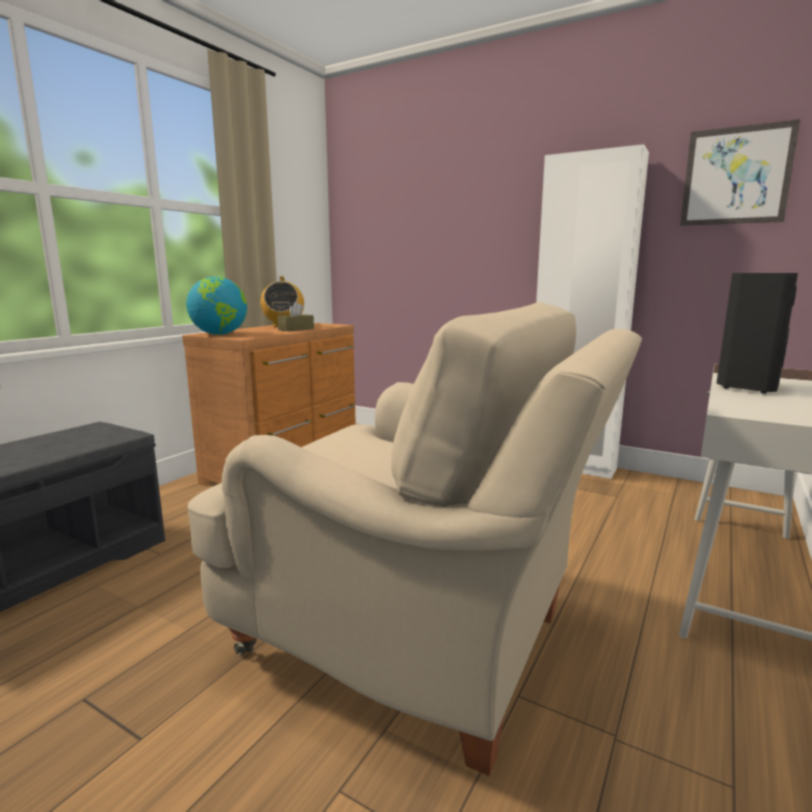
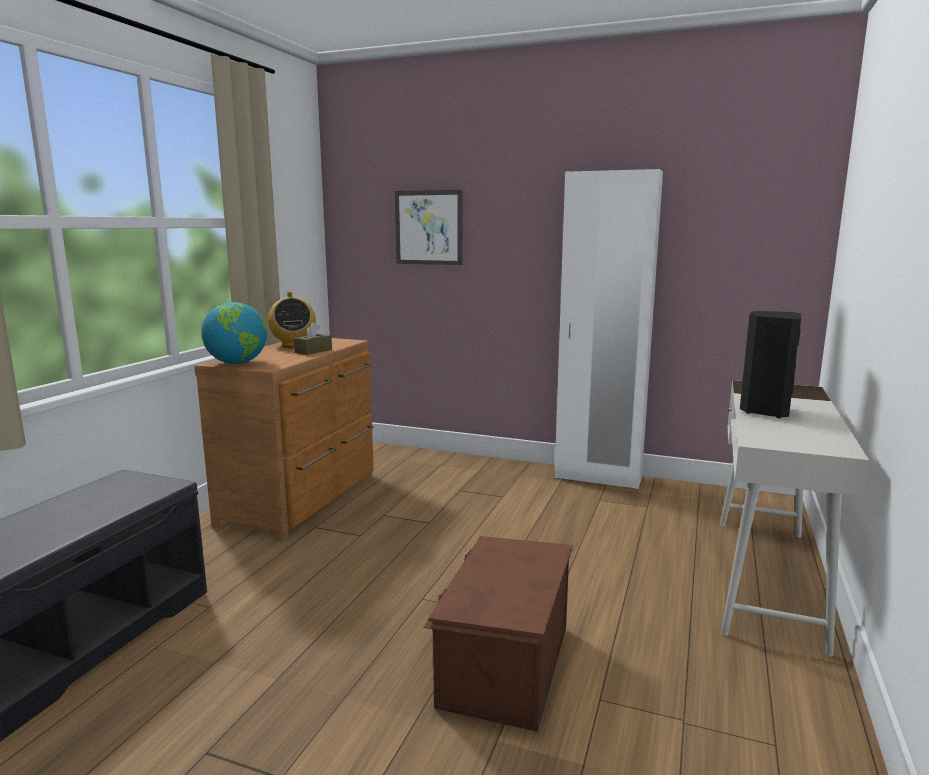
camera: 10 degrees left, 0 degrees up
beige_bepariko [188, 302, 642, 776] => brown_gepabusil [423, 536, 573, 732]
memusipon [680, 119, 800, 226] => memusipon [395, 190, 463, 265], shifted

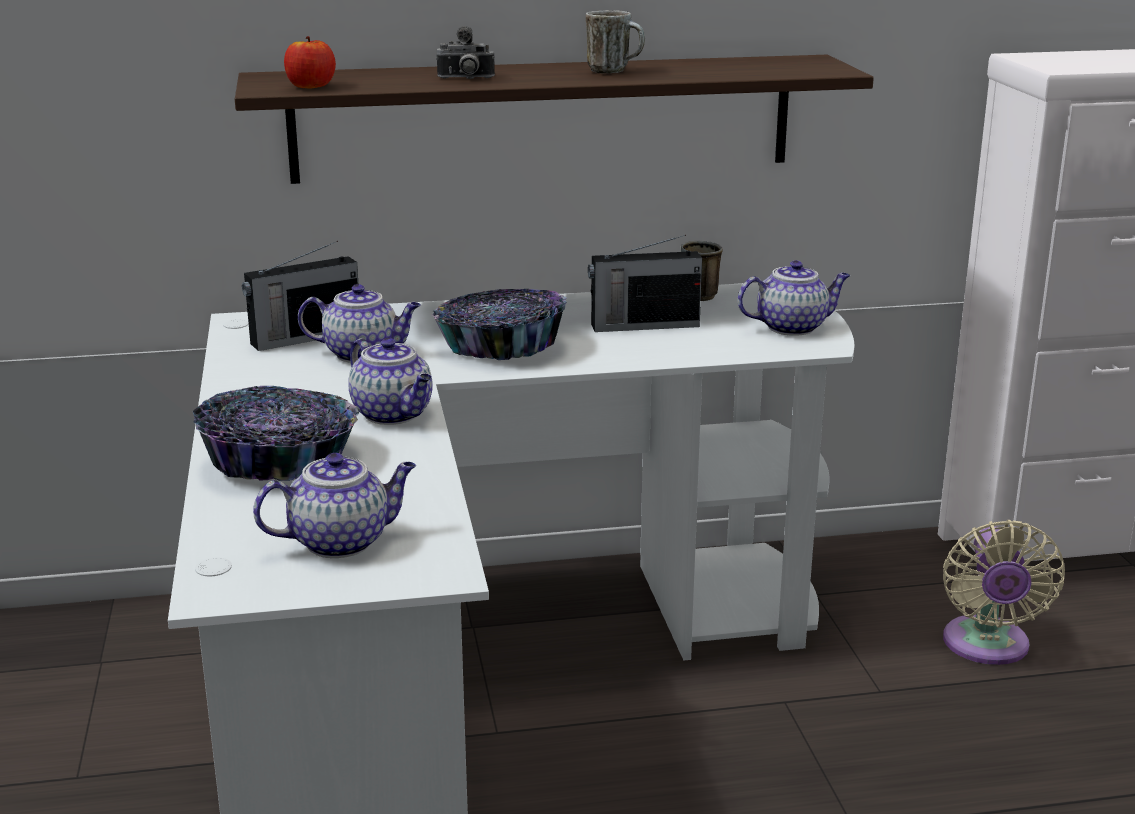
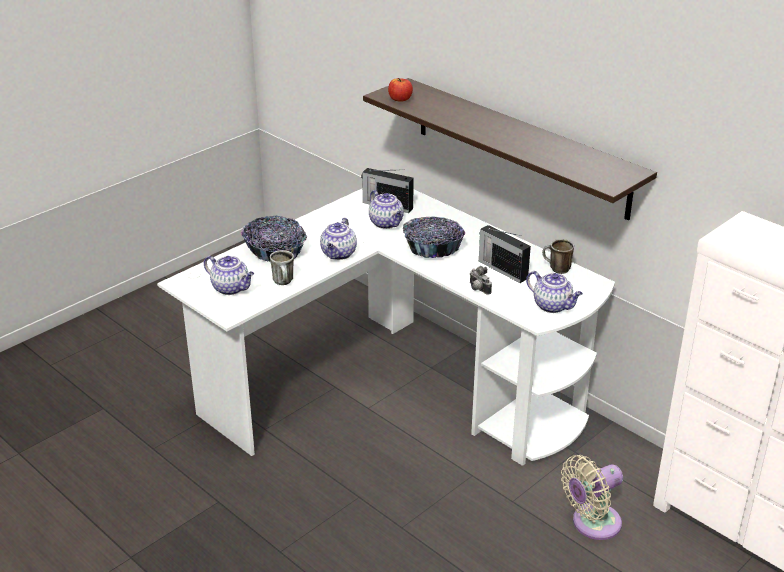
camera: 55 degrees right, 10 degrees up
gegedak [436, 26, 495, 79] => gegedak [470, 266, 492, 295], shifted
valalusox [586, 10, 645, 73] => valalusox [270, 250, 294, 285], shifted

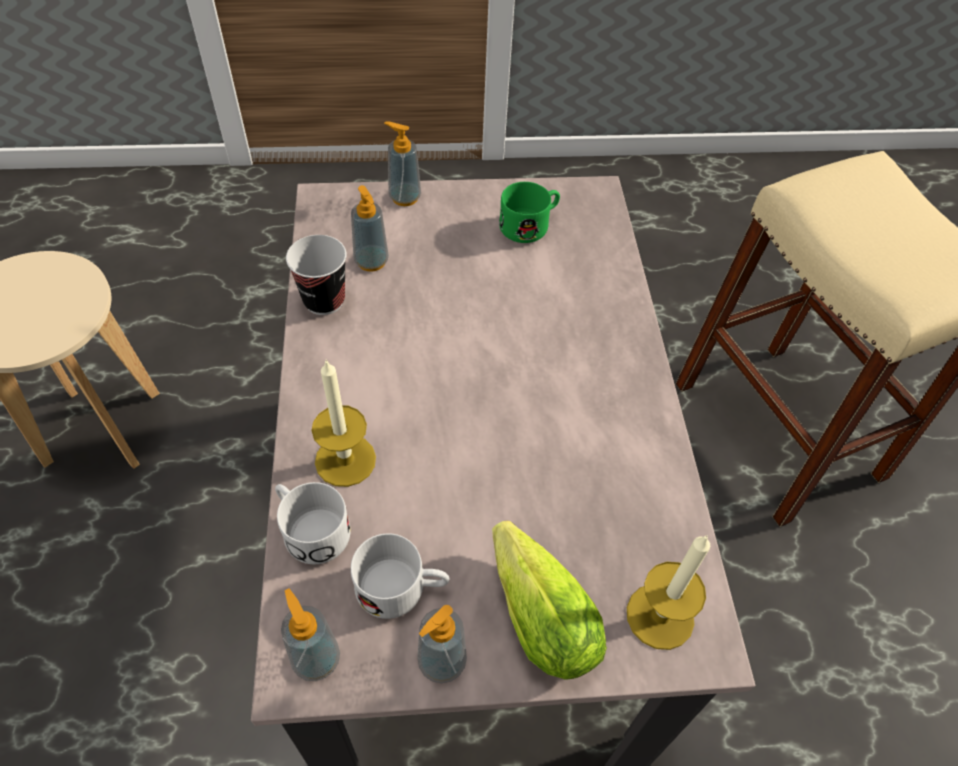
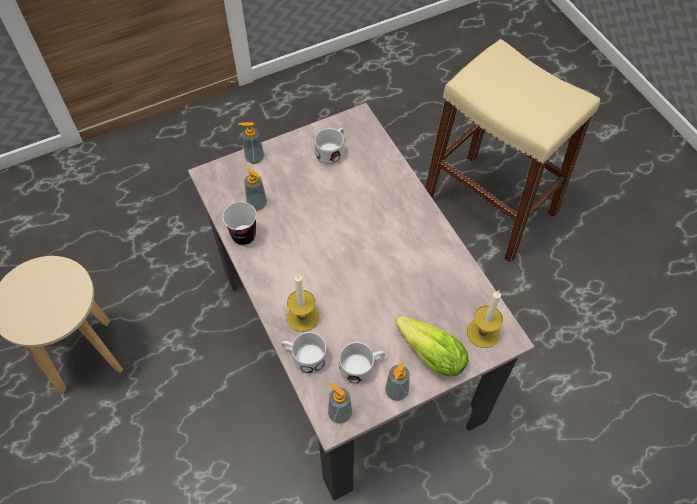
camera: 20 degrees left, 5 degrees up
green_valalusox [499, 182, 560, 243] => white_valalusox [315, 128, 344, 164]

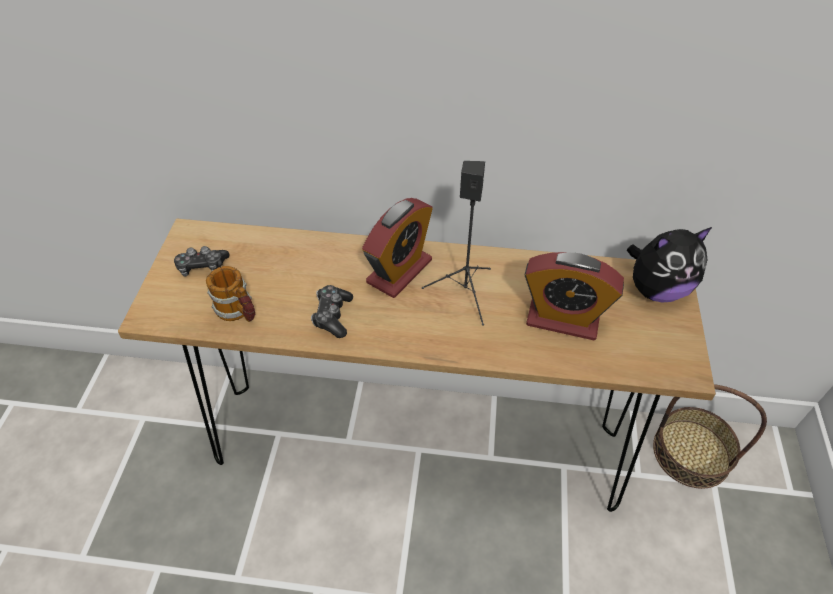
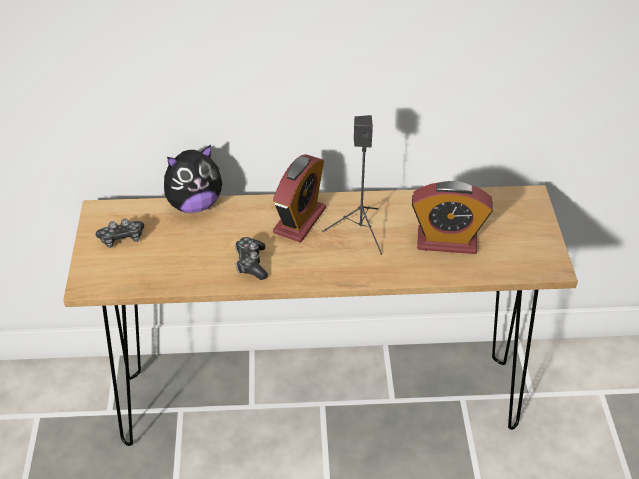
camera: 10 degrees left, 5 degrees down
valalusox [206, 266, 255, 322] => nothing
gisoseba [627, 227, 712, 302] => gisoseba [164, 145, 222, 213], shifted
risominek [653, 384, 767, 489] => nothing

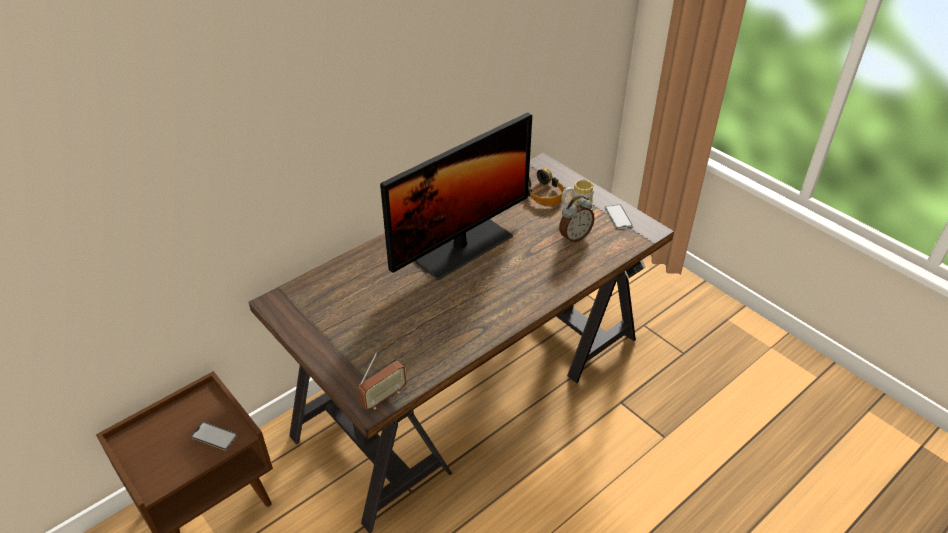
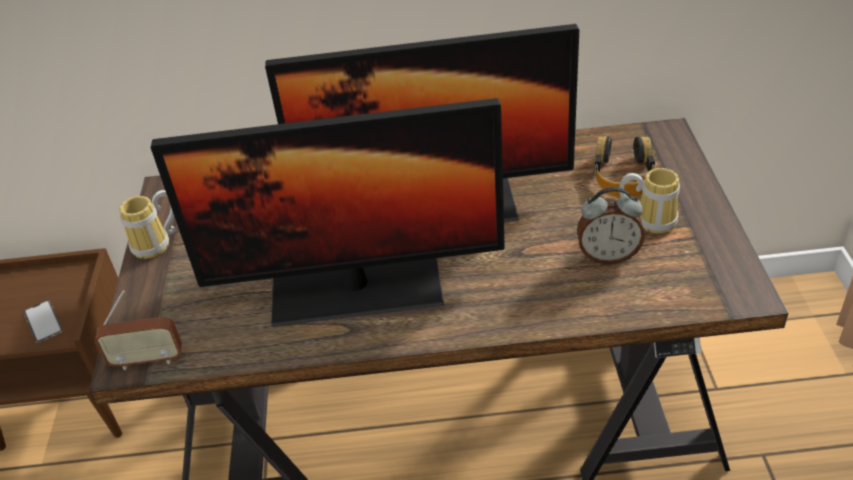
camera: 40 degrees right, 0 degrees up
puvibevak [605, 205, 633, 229] => nothing
nothing => valalusox [119, 190, 176, 259]
nothing => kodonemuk [151, 98, 505, 327]

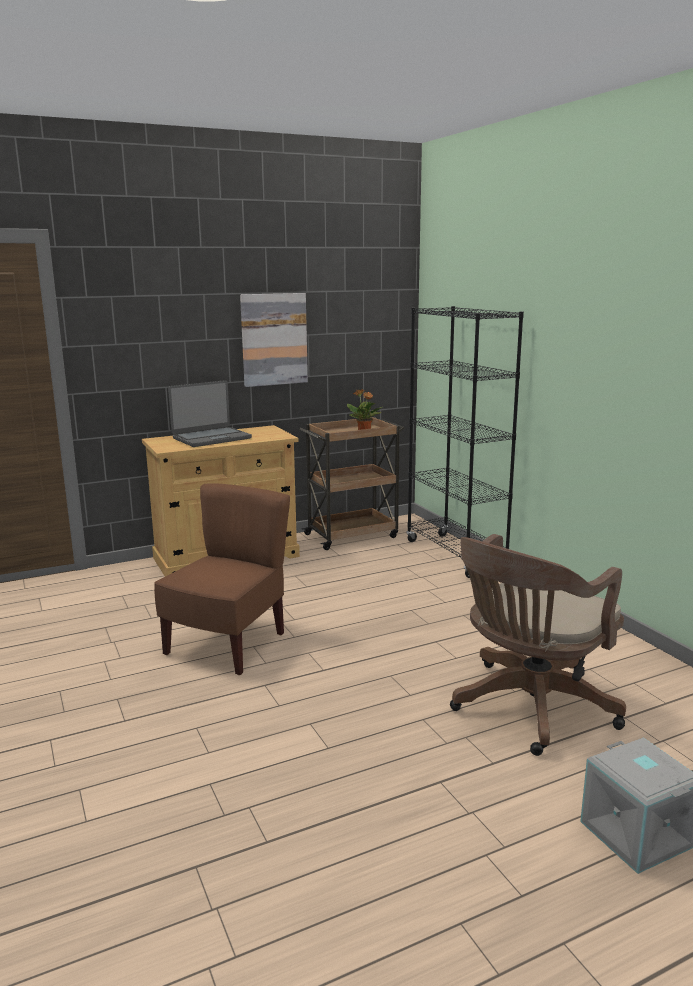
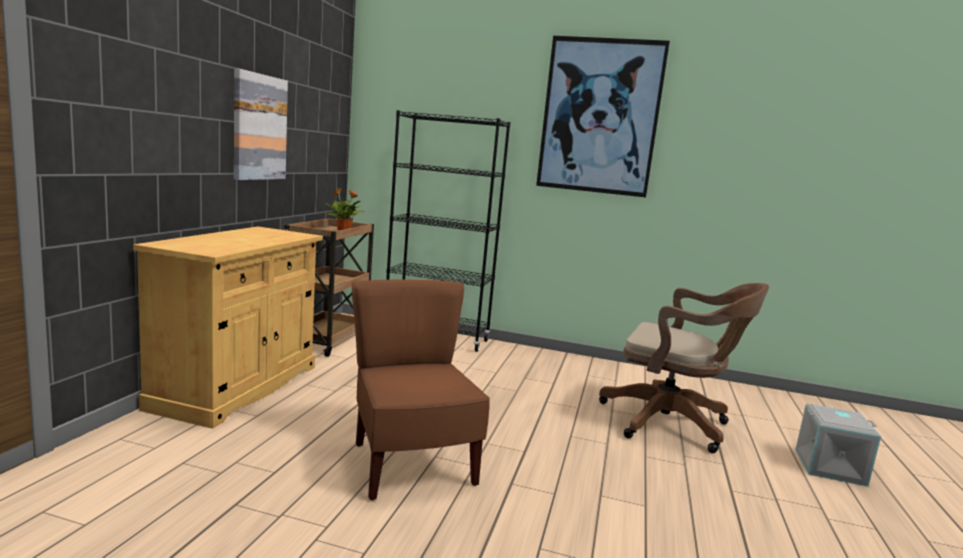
camera: 50 degrees left, 5 degrees down
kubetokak [168, 380, 252, 447] => nothing
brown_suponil [450, 534, 626, 756] => brown_suponil [599, 283, 769, 453], 60 degrees counterclockwise
nothing => memusipon [536, 36, 670, 197]

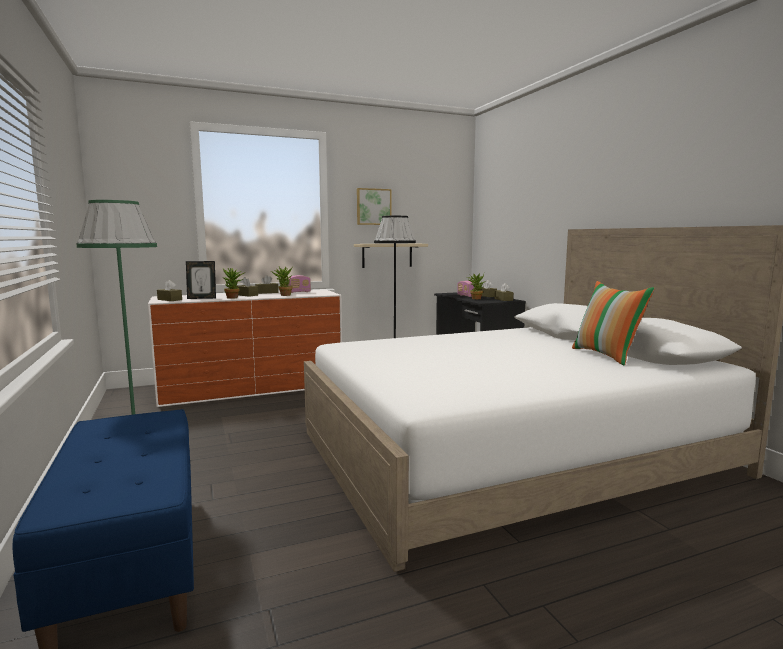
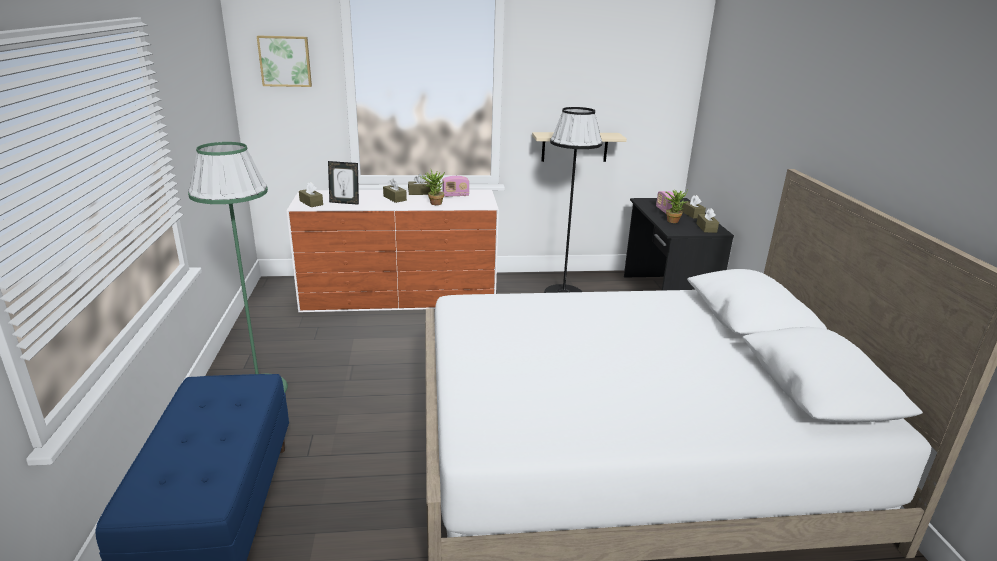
camera: 15 degrees right, 15 degrees up
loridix [223, 268, 245, 299] => nothing
memusipon [357, 188, 391, 225] => memusipon [257, 35, 312, 87], shifted
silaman [572, 281, 655, 366] => nothing

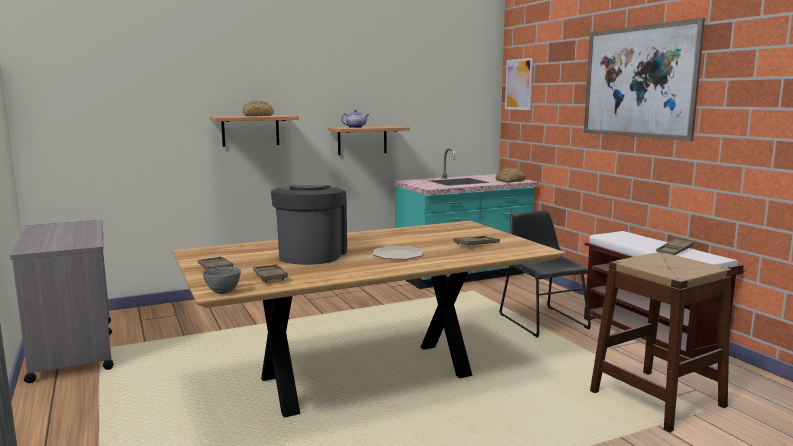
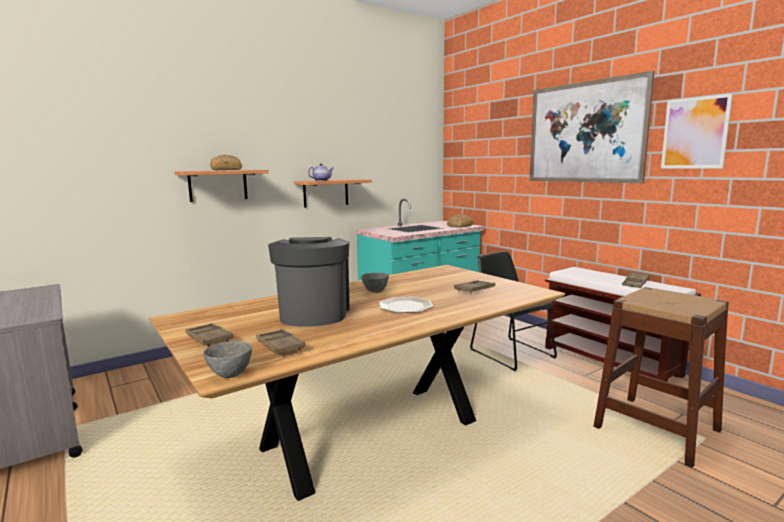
camera: 10 degrees left, 0 degrees up
memusipon [505, 58, 533, 110] => memusipon [661, 93, 733, 168], shifted
nothing => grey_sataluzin [361, 272, 389, 293]

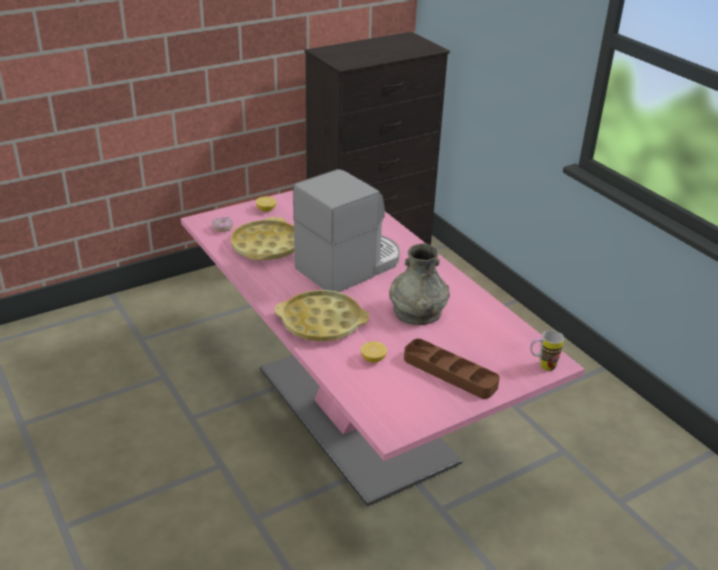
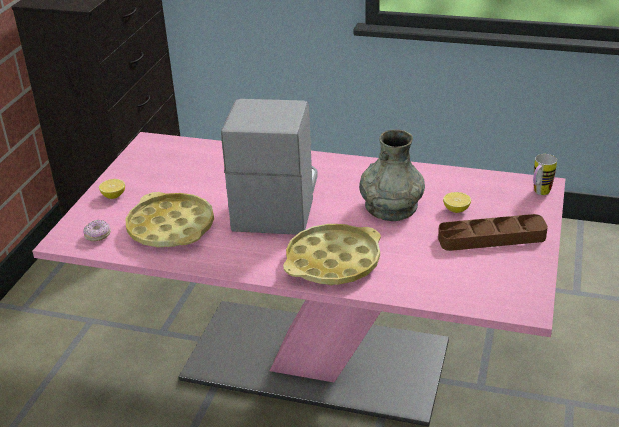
camera: 40 degrees left, 0 degrees up
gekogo [361, 341, 387, 363] => gekogo [443, 192, 471, 213], shifted

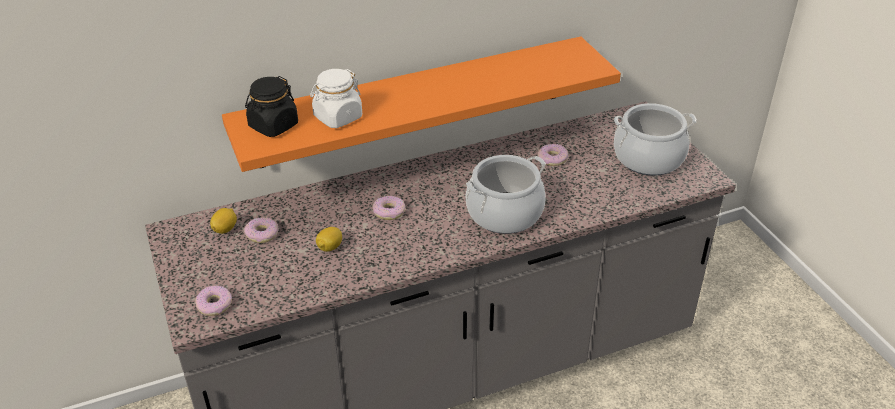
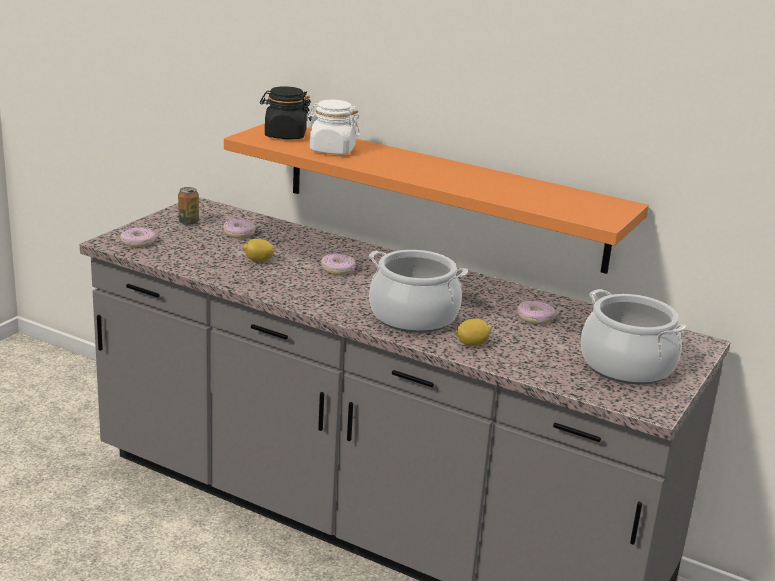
camera: 50 degrees right, 15 degrees down
gekogo [210, 208, 237, 234] => gekogo [456, 319, 492, 346], shifted
nothing => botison [178, 187, 199, 225]

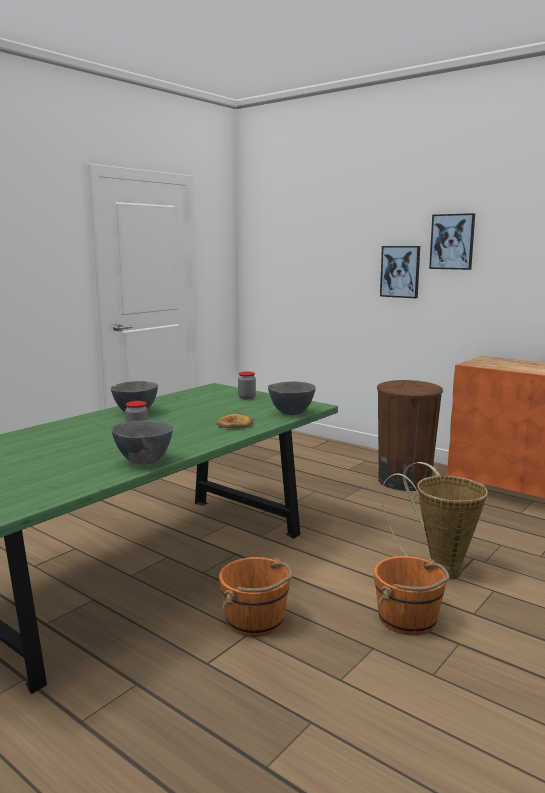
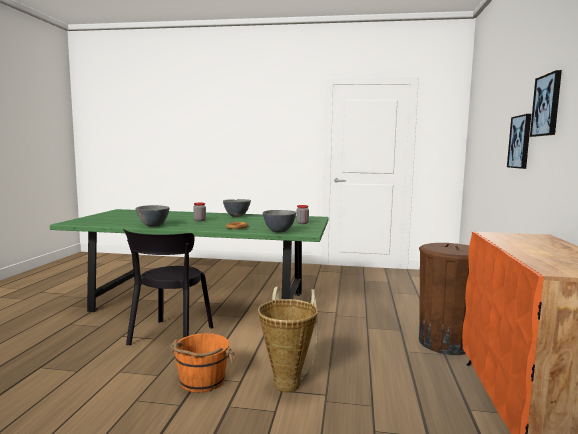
camera: 60 degrees right, 5 degrees down
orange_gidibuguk [219, 557, 293, 637] => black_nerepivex [123, 229, 214, 345]

